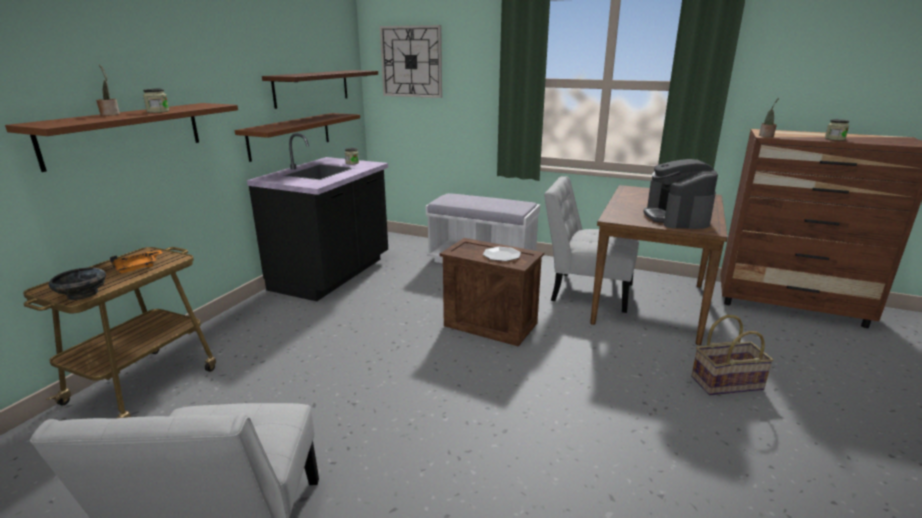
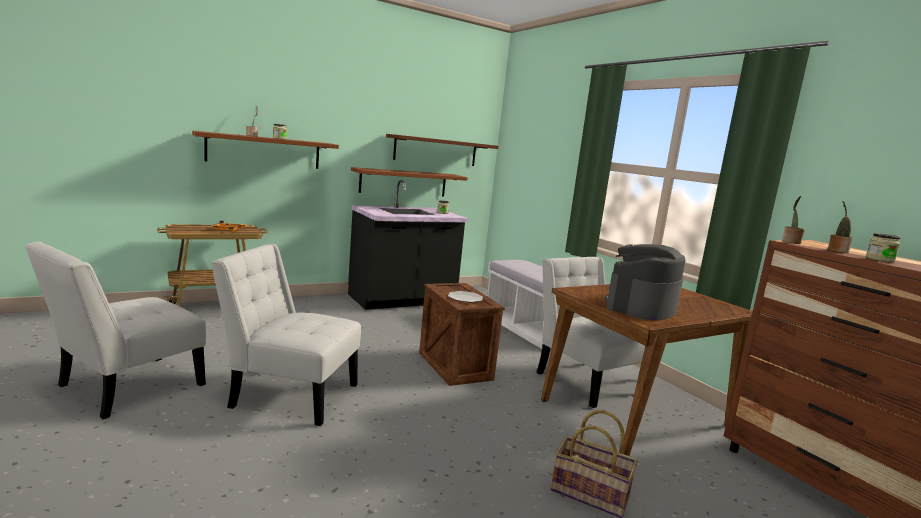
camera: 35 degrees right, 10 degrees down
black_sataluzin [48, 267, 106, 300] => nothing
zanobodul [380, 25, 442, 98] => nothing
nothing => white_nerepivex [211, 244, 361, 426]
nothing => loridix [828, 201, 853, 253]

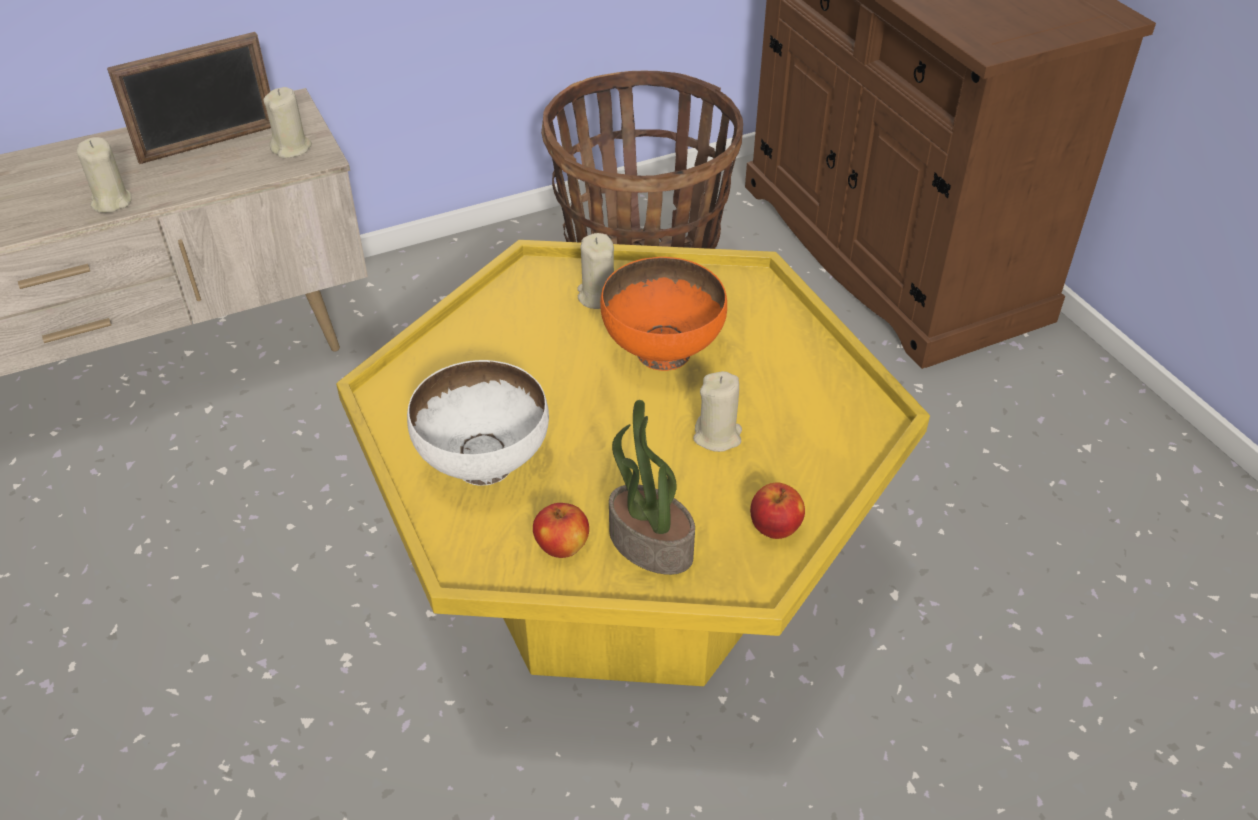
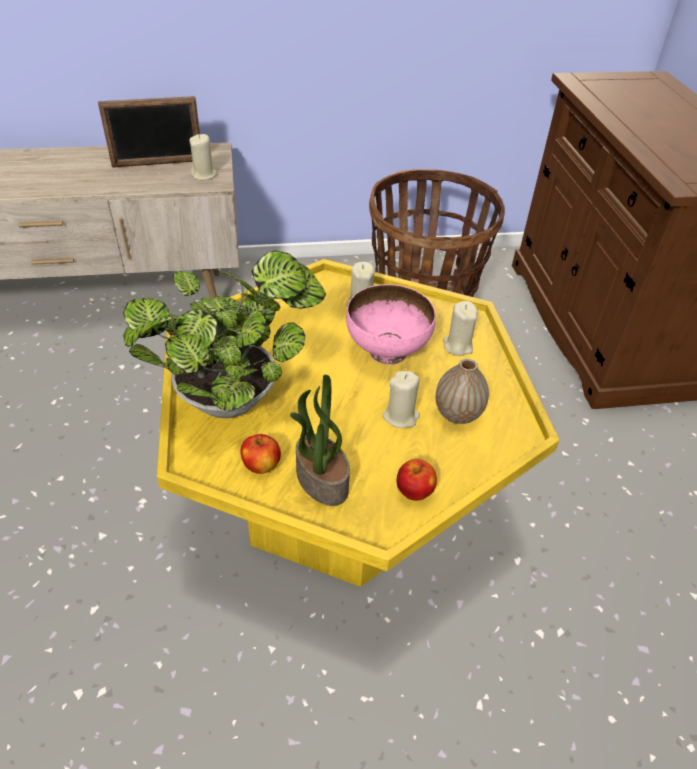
camera: 15 degrees right, 0 degrees up
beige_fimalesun [76, 137, 131, 213] => beige_fimalesun [443, 301, 478, 356], shifted
white_sataluzin [407, 360, 549, 486] => loridix [123, 250, 326, 418]
orange_sataluzin [600, 257, 727, 371] => pink_sataluzin [346, 284, 436, 365]
nothing => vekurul [435, 358, 489, 424]

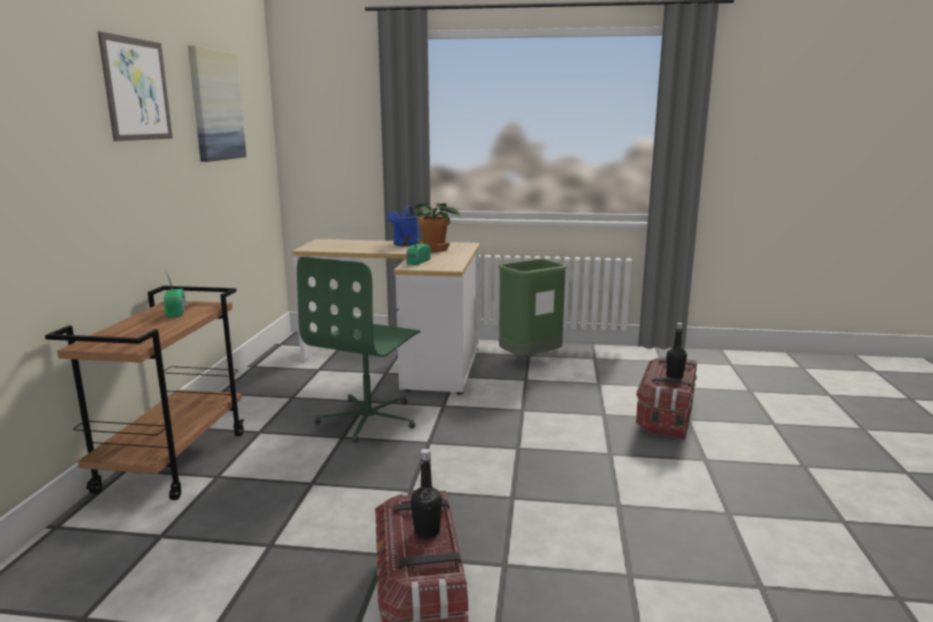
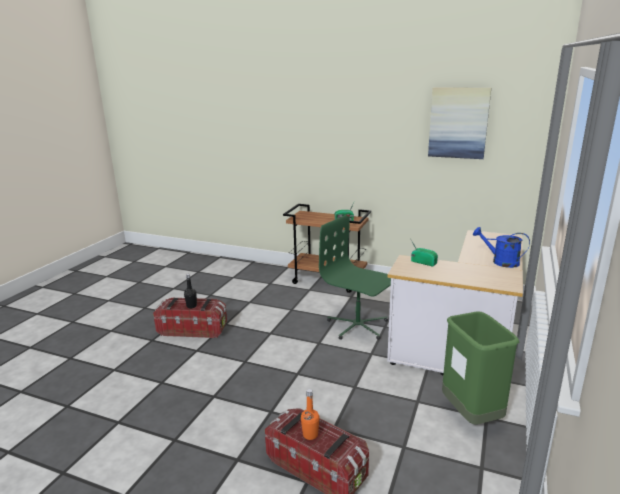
camera: 105 degrees right, 5 degrees up
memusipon [98, 32, 173, 141] => nothing
loridix [413, 202, 461, 252] => nothing
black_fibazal [666, 323, 687, 379] => orange_fibazal [301, 389, 319, 440]

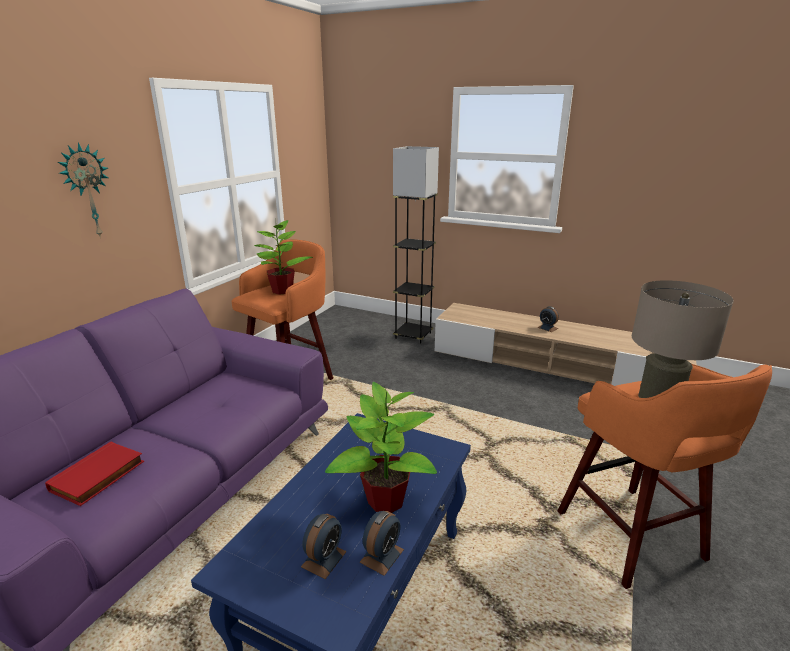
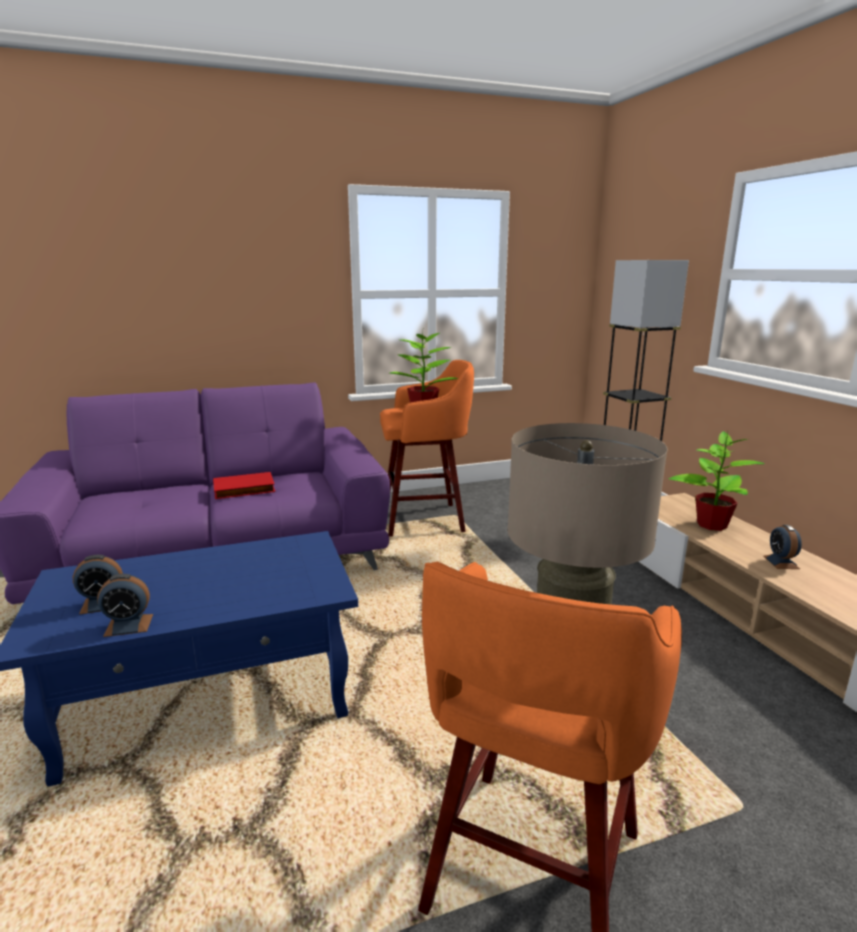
camera: 45 degrees right, 5 degrees down
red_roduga [45, 441, 144, 506] => red_roduga [213, 472, 275, 499], shifted
zanobodul [58, 142, 108, 238] => nothing
loridix [325, 382, 437, 513] => loridix [669, 431, 765, 531], shifted

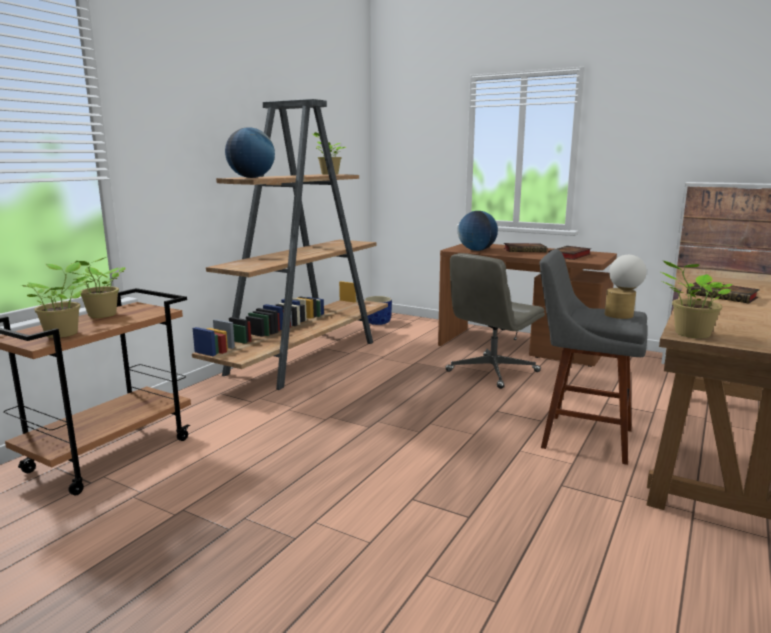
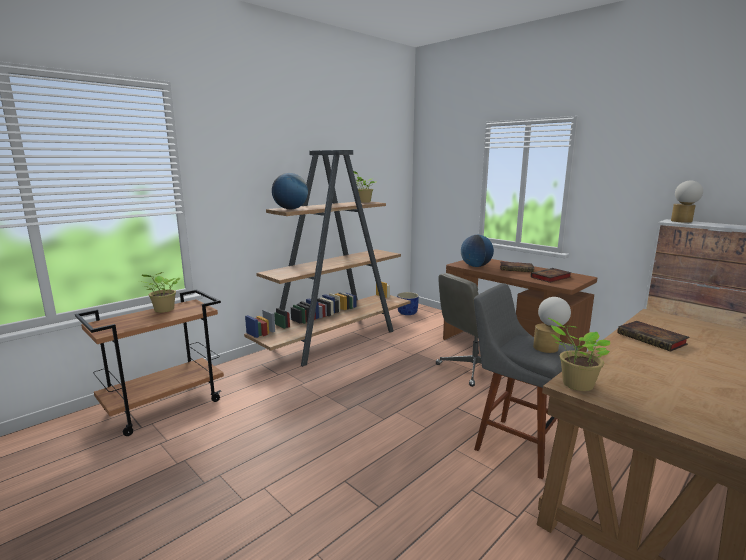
camera: 15 degrees right, 0 degrees up
loridix [21, 262, 89, 338] => nothing
nothing => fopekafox [671, 181, 703, 223]

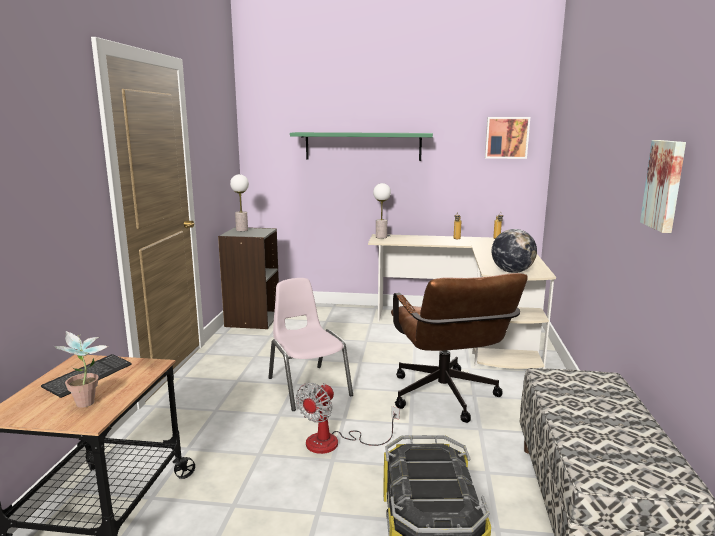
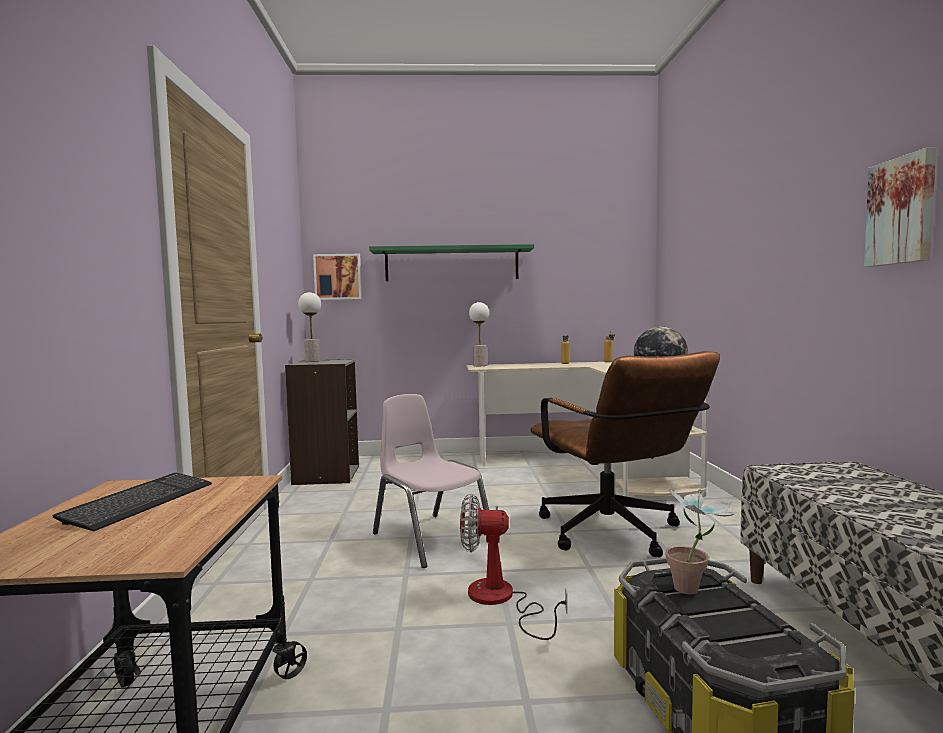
camera: 10 degrees left, 10 degrees down
loridix [54, 331, 108, 408] => loridix [665, 489, 737, 594], shifted
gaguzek [296, 383, 400, 454] => gaguzek [460, 494, 567, 640], 75 degrees clockwise
memusipon [485, 117, 530, 159] => memusipon [313, 254, 362, 300], shifted

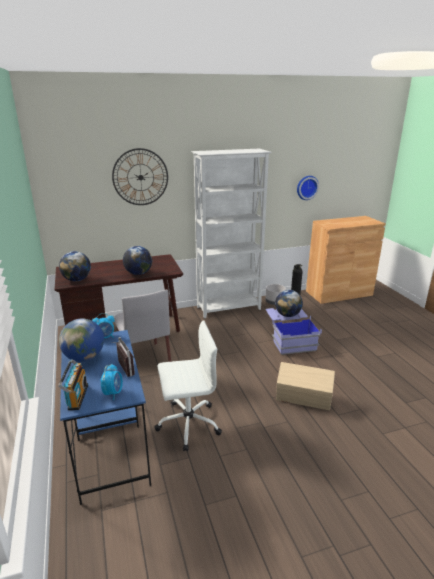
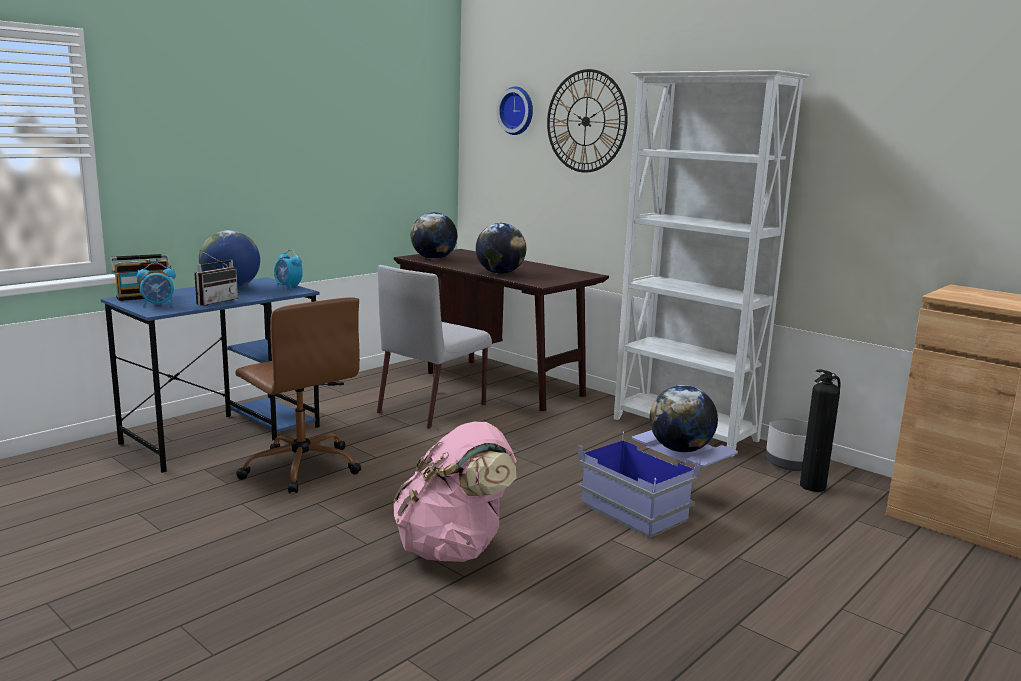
camera: 60 degrees right, 10 degrees down
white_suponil [155, 320, 222, 452] => brown_suponil [235, 297, 361, 494]
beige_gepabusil [276, 362, 335, 410] => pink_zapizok [393, 421, 517, 562]
zanobodul [297, 176, 319, 200] => zanobodul [497, 86, 533, 135], shifted

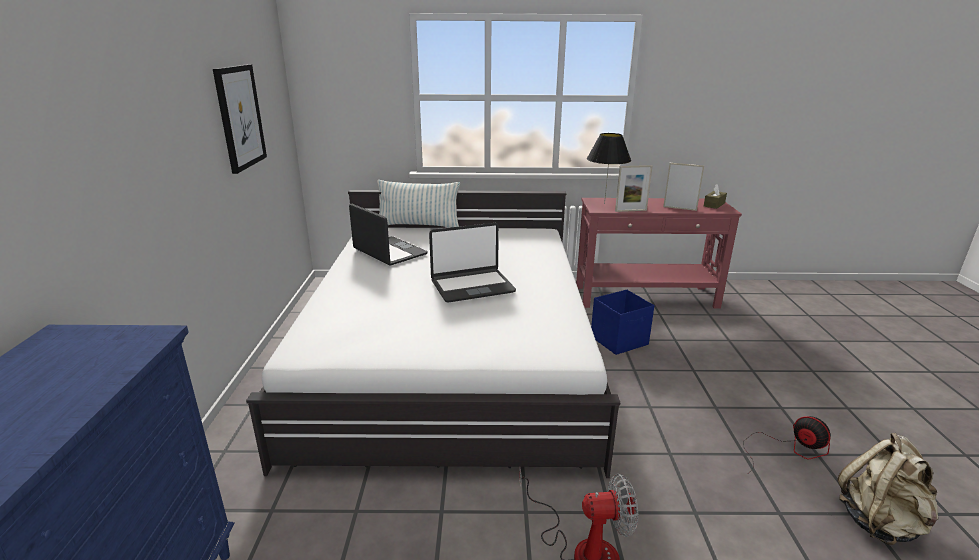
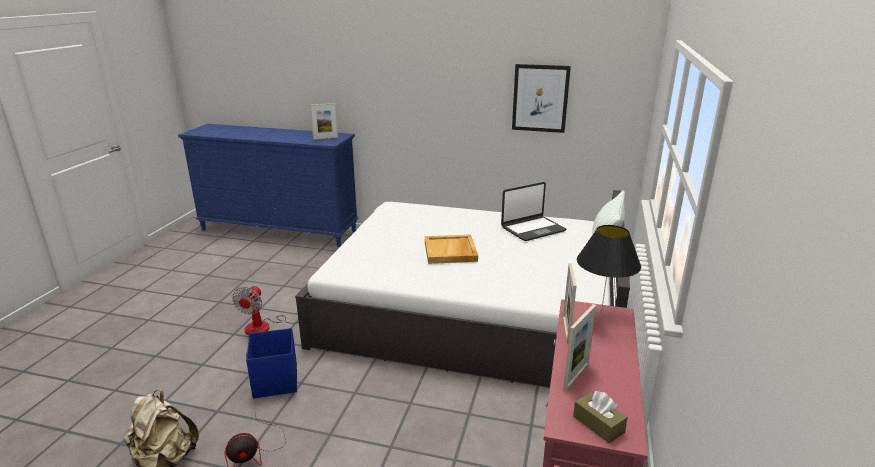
camera: 105 degrees right, 0 degrees up
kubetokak [429, 223, 516, 302] => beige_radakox [425, 235, 478, 264]
blue_gepabusil [591, 290, 654, 355] => blue_gepabusil [246, 328, 297, 398], shifted
nothing => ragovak [310, 103, 338, 140]

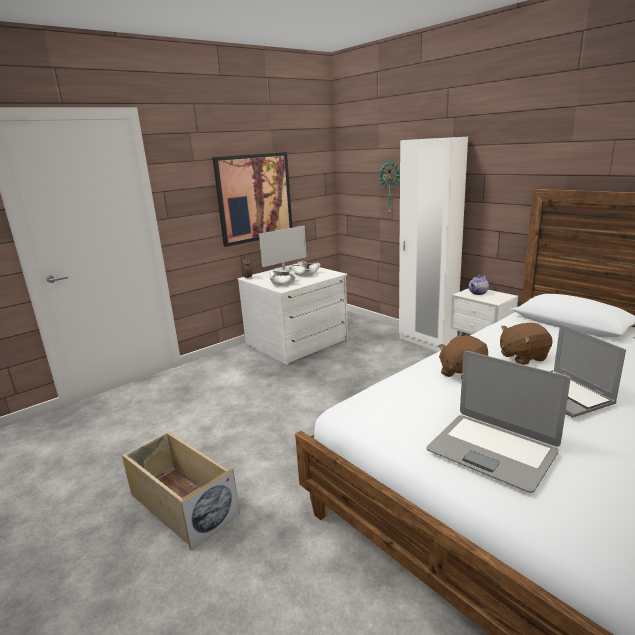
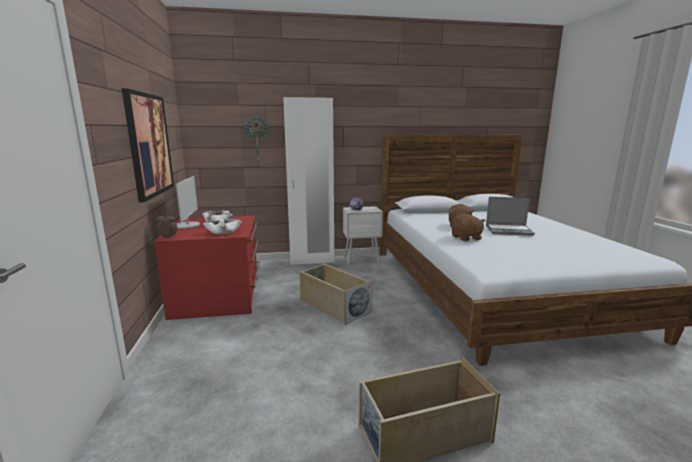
camera: 60 degrees left, 5 degrees down
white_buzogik [237, 263, 348, 365] => red_buzogik [154, 216, 260, 320]
kubetokak [427, 351, 570, 493] => nothing
nothing => beige_gepabusil [300, 264, 372, 325]

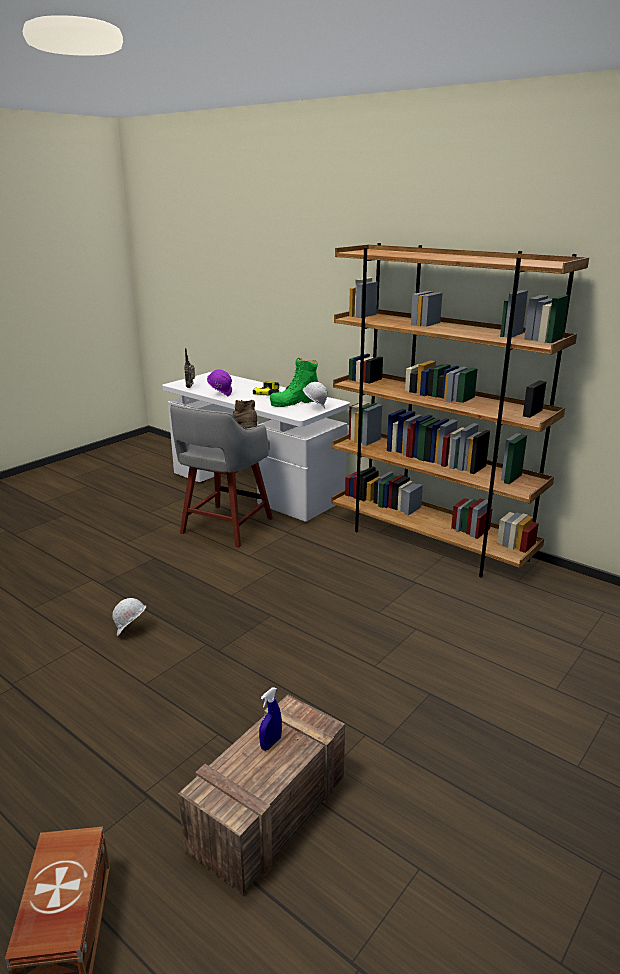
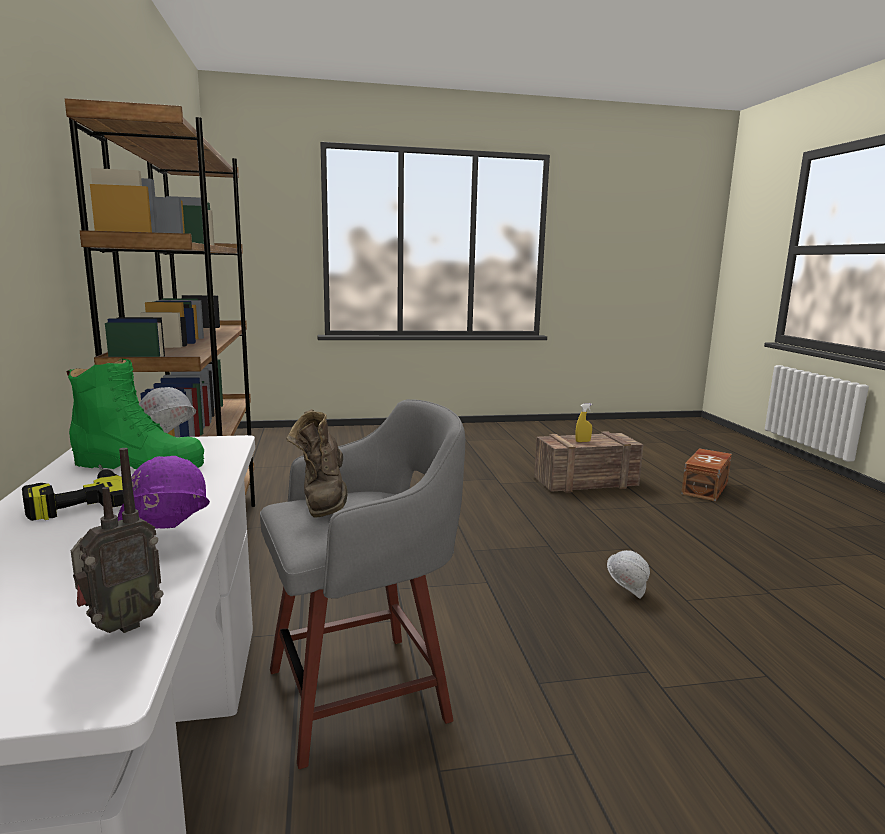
camera: 140 degrees left, 10 degrees down
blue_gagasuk [259, 688, 282, 751] => yellow_gagasuk [575, 403, 592, 442]

